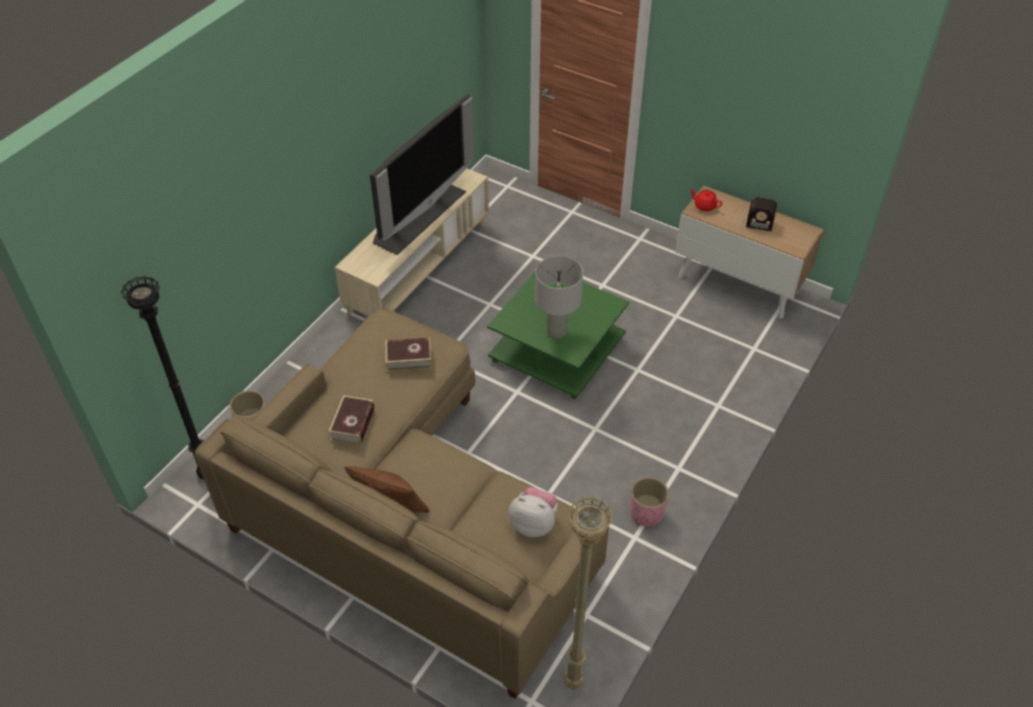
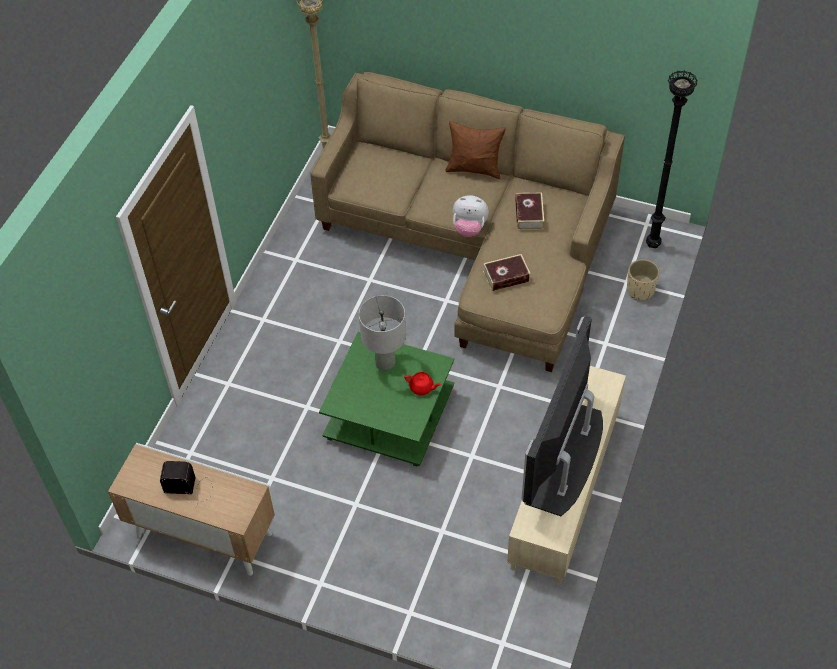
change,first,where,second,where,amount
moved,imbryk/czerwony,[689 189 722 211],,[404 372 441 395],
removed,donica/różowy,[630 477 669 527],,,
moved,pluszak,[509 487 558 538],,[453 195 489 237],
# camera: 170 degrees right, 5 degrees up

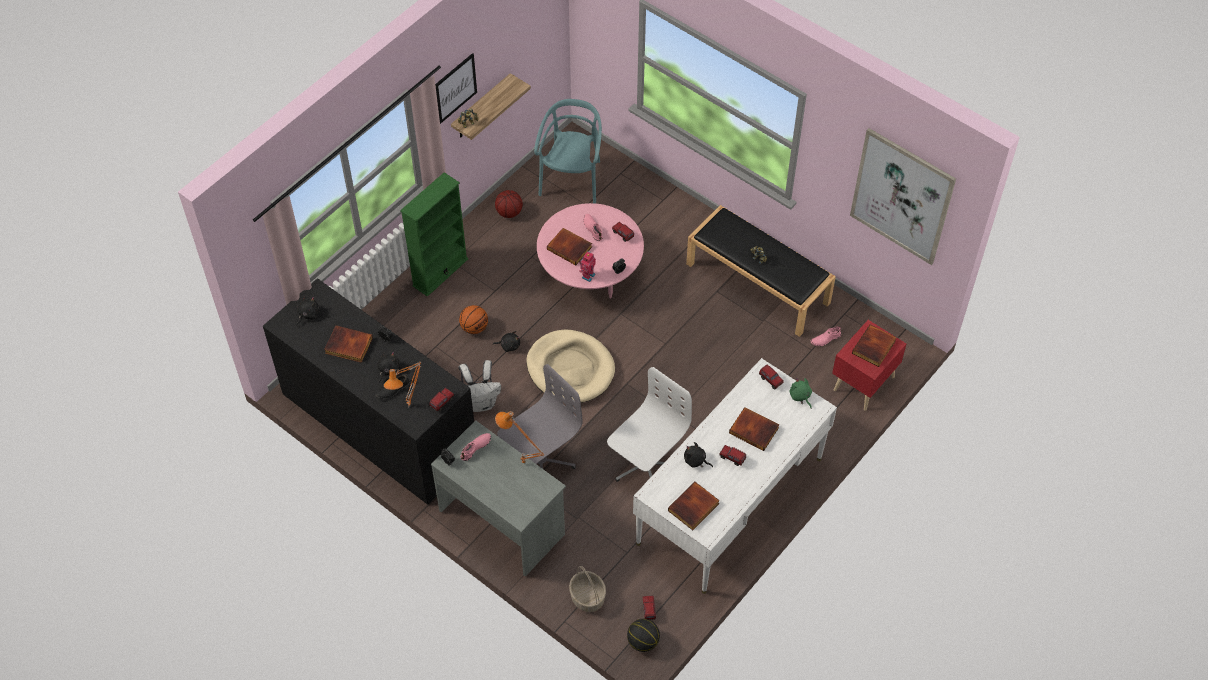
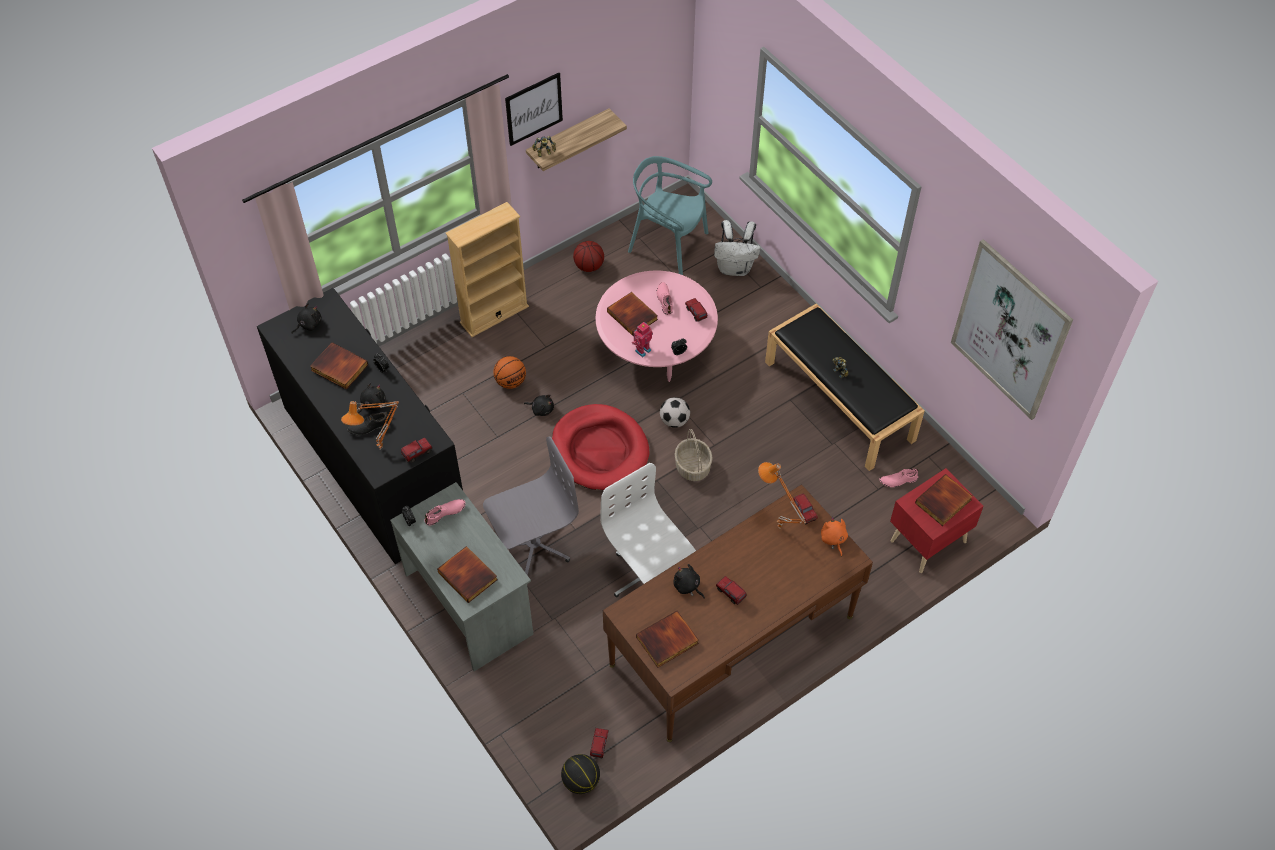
change,first,where,second,where,amount
turned,krzesło/turkusowy,[534 99 602 204],,[628 156 712 275],90 degrees counterclockwise
recoloured,regał/zielony,[400 172 468 297],regał/beżowy,[446 202 529 337],
recoloured,legowisko/beżowy,[526 329 615 403],legowisko/czerwony,[552 404 649 490],
recoloured,biurko/biały,[633 358 837 594],biurko/brązowy,[603 484 873 742],
moved,plecak/biały,[459 360 501 412],,[714 220 761 276],
turned,krzesło biurowe/biały,[607 367 692 482],,[601 463 696 597],90 degrees counterclockwise
recoloured,pluszak/zielony,[790 378 812 408],pluszak/pomarańczowy,[821 517 848 557],
moved,książka,[729 407 779 451],,[437 546 498 603],
moved,lampa stołowa/pomarańczowy,[495 411 545 464],,[758 462 806 528],
moved,koszyk,[569 566 606 612],,[675 429 712 481],
added,,,piłka futbolowa,[660 397 690 428],
# camera: 15 degrees right, 0 degrees up

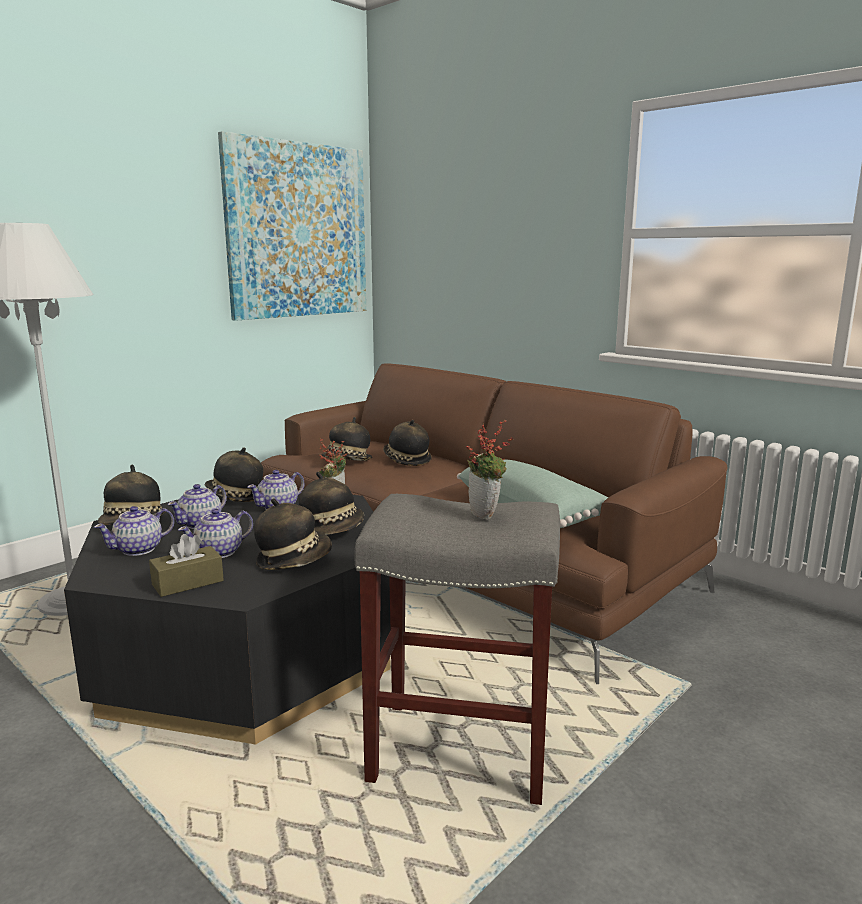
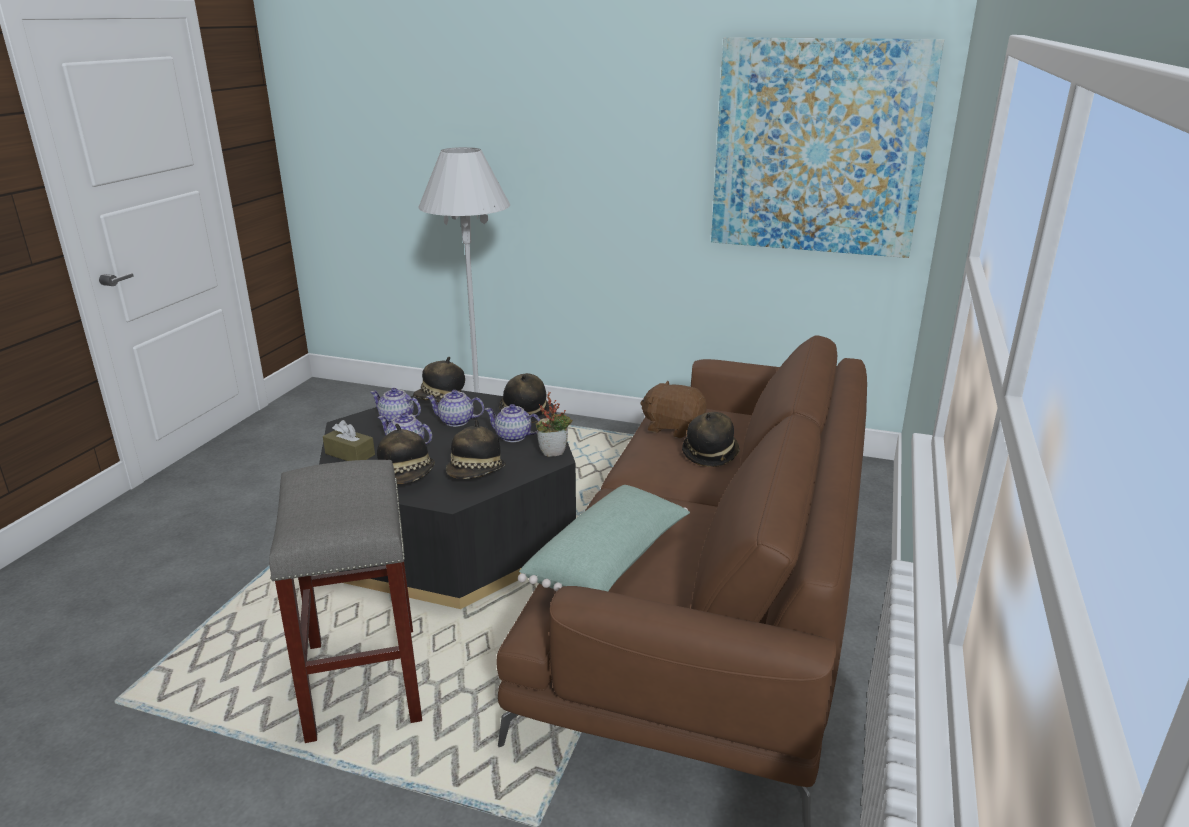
change,first,where,second,where,amount
replaced,kapelusz,[322 417 372 461],pluszak/brązowy,[640 381 707 439],
removed,roślina doniczkowa,[466 420 513 519],,,
# camera: 65 degrees right, 10 degrees up

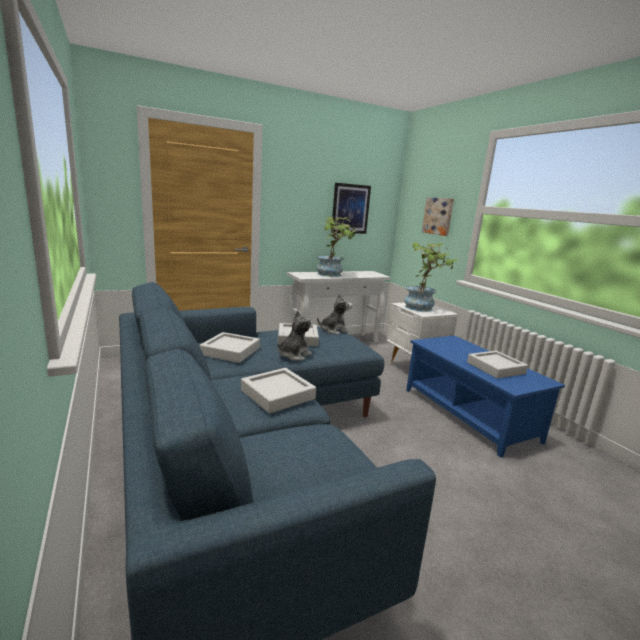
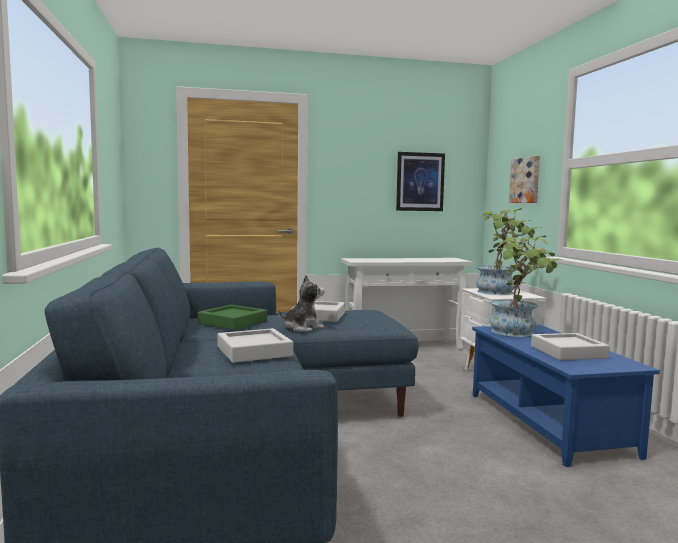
change,first,where,second,where,amount
moved,roślina doniczkowa,[316 217 359 277],,[489 236 563 337],
removed,pluszak,[317 293 352 334],,,
recoloured,taca/szary,[199 332 260 363],taca/zielony,[198 305 267 330],
# camera: 15 degrees right, 10 degrees down

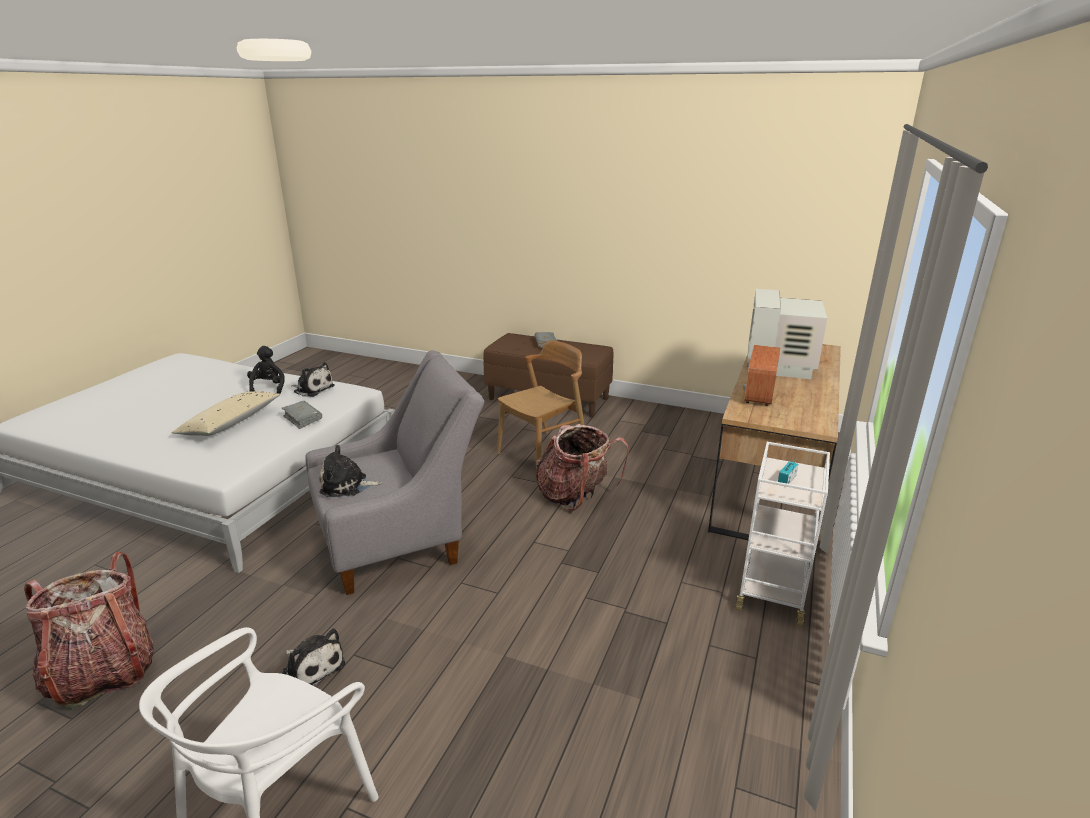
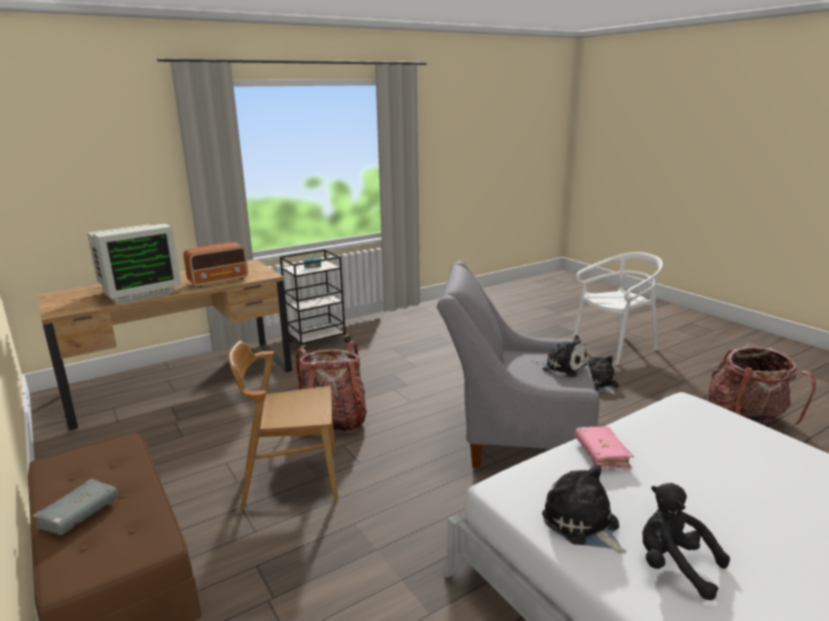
change,first,where,second,where,amount
turned,pluszak/czarny,[247 346 285 394],,[642 483 730 600],105 degrees clockwise
removed,poduszka/beżowy,[172 391 281 436],,,
recoloured,książka/szary,[281 401 322 429],książka/różowy,[574 426 634 469],
recoloured,wózek/biały,[736 442 830 627],wózek/czarny,[280 249 353 352],
# camera: 145 degrees left, 5 degrees down

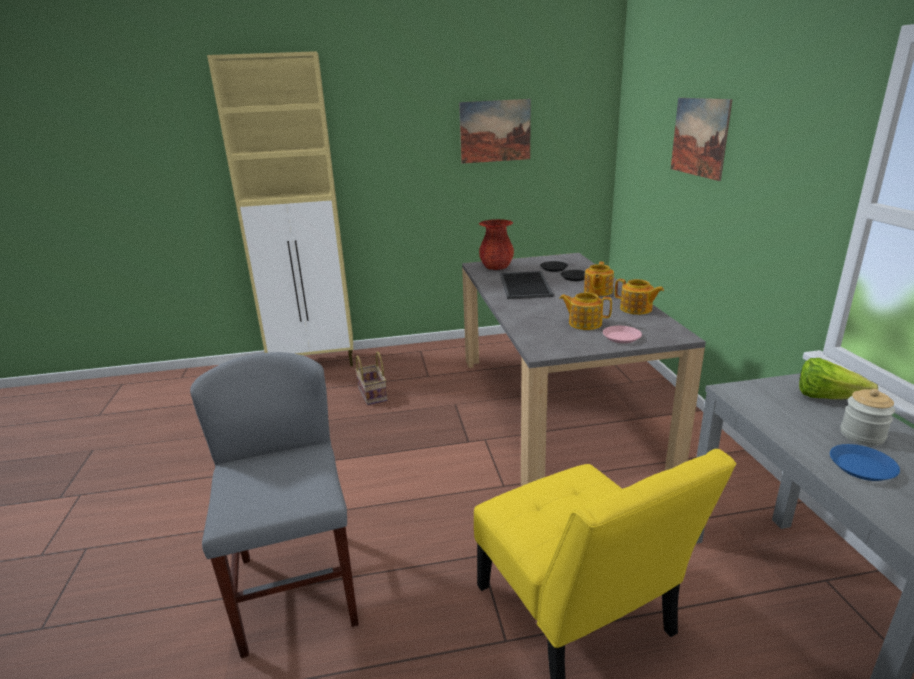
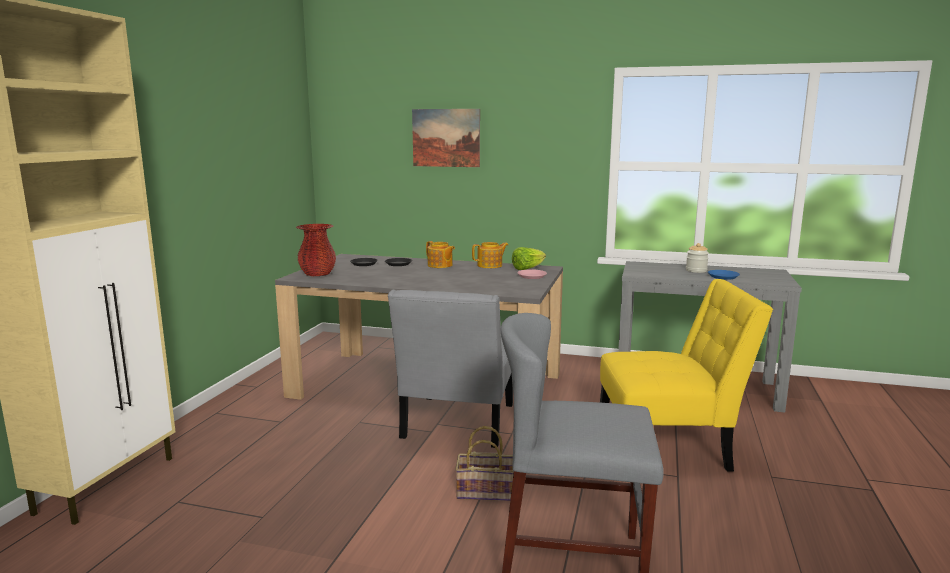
change,first,where,second,where,amount
removed,obraz,[459 99 531 164],,,
removed,taca,[500 271 554 299],,,
removed,imbryk,[559 293 612 330],,,
moved,koszyk,[355 352 388 405],,[455 426 514 501],
moved,sałata,[799 358 878 399],,[512 247 546 270],
added,,,krzesło/szary,[388 290 513 448],
# camera: 65 degrees left, 10 degrees down

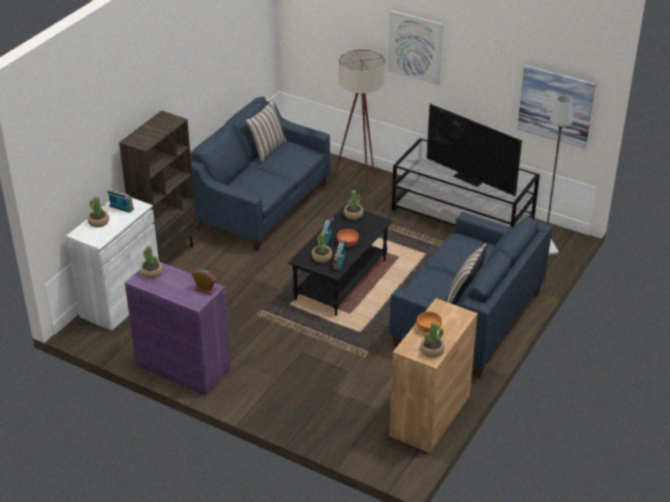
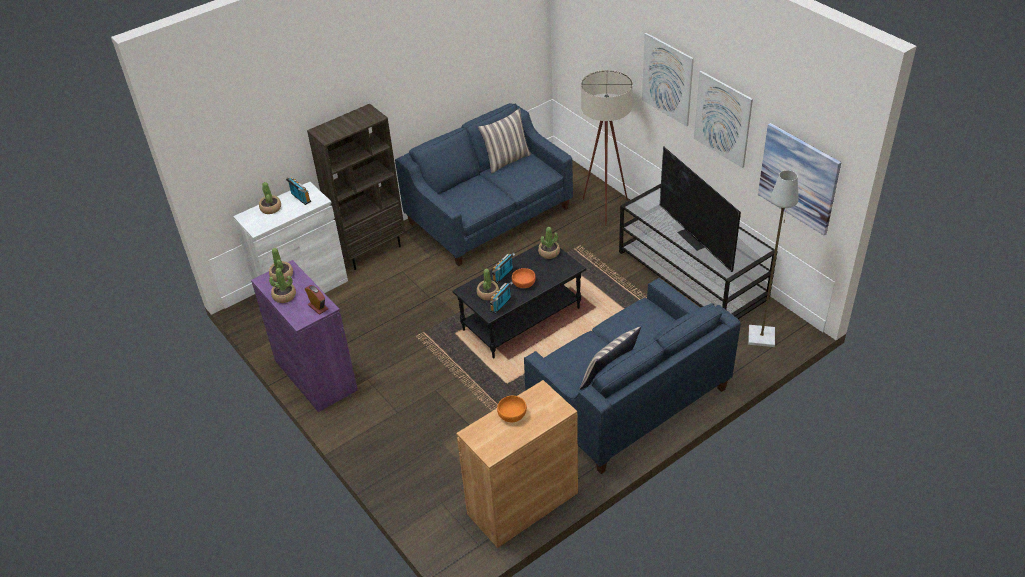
change,first,where,second,where,amount
moved,roślina doniczkowa,[420 322 445 358],,[269 268 296 303],
added,,,obraz,[694 71 753 168],
# camera: 25 degrees right, 5 degrees up

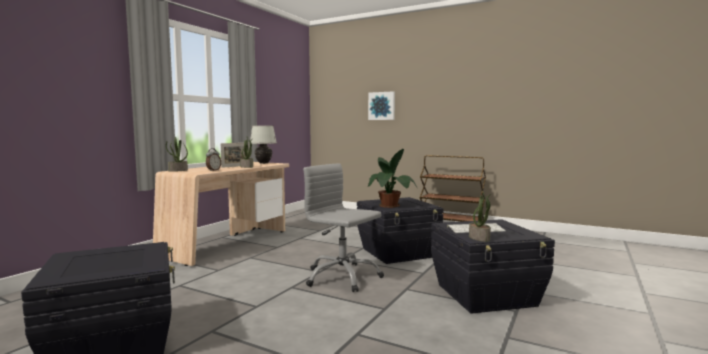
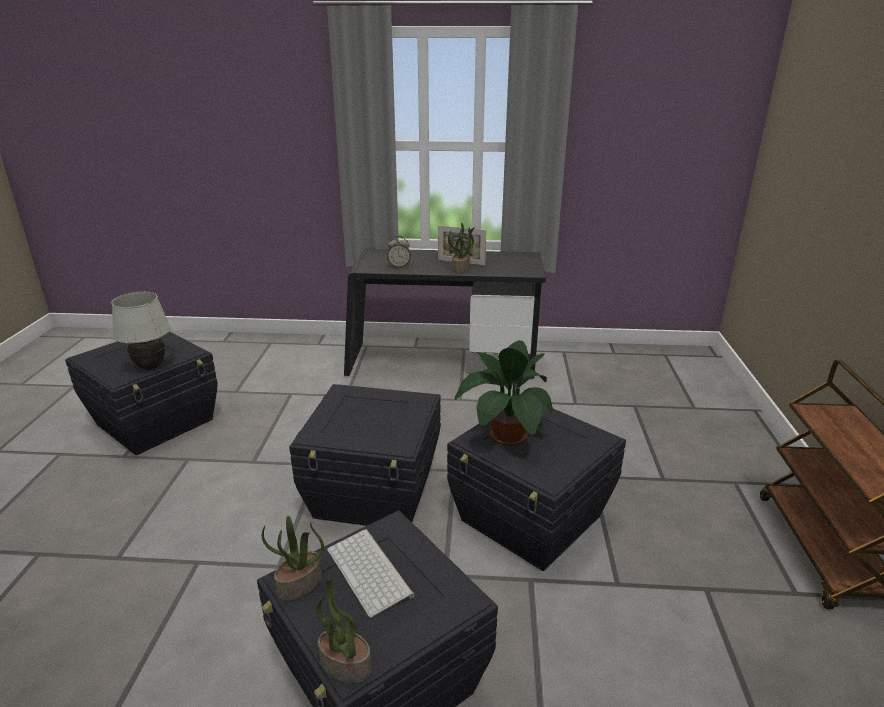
change,first,where,second,where,amount
removed,obraz,[368 91 395 120],,,
moved,lampa stołowa/biały,[250 126 277 164],,[111 292 171 370],
moved,roślina doniczkowa,[166 137 188 172],,[316 579 372 683],
recoloured,biurko/beżowy,[153 162 289 266],biurko/czarny,[344 249 546 379],
replaced,krzesło biurowe/szary,[303 163 384 292],pojemnik do przechowywania/czarny,[289 384 441 526],
# camera: 65 degrees right, 20 degrees up

